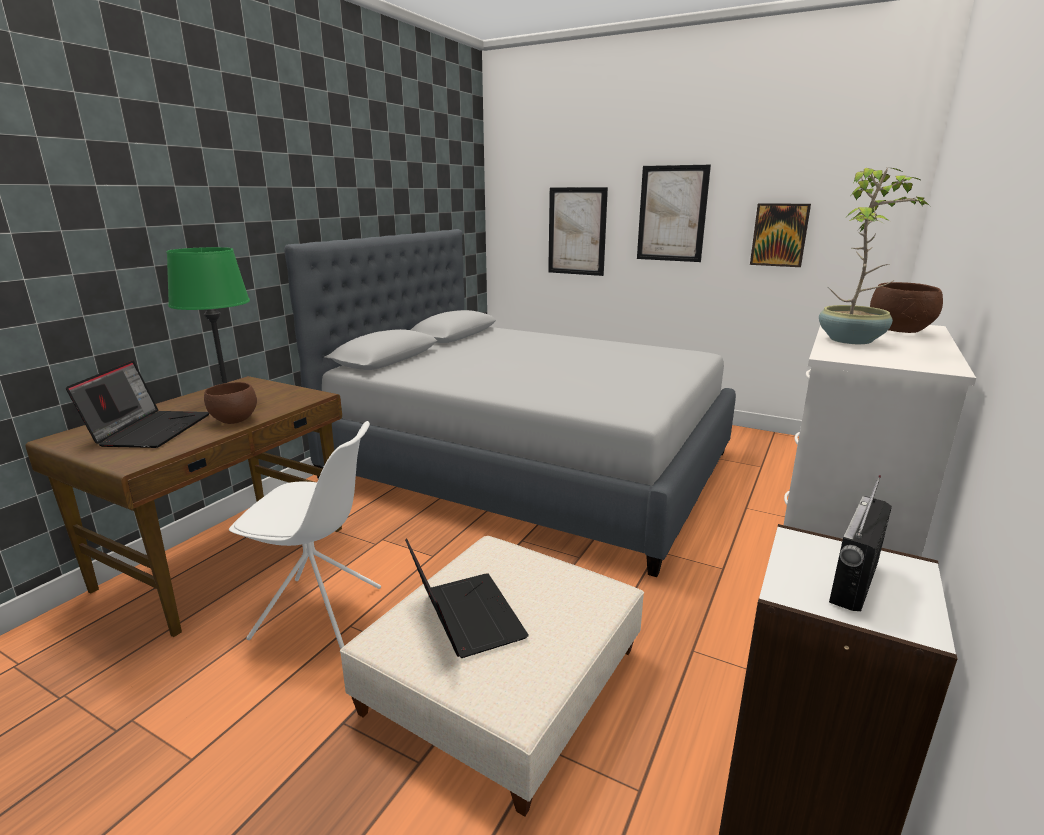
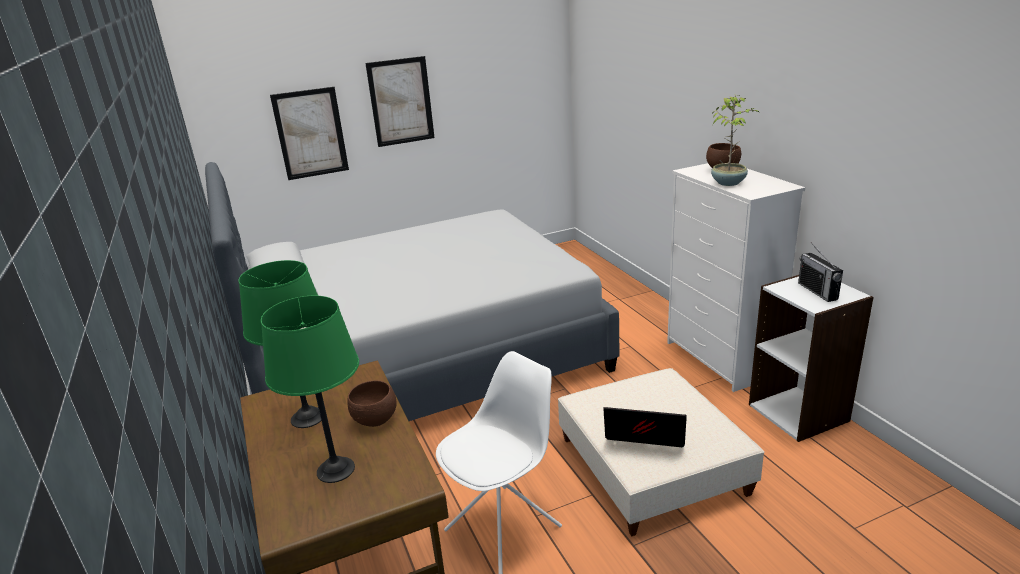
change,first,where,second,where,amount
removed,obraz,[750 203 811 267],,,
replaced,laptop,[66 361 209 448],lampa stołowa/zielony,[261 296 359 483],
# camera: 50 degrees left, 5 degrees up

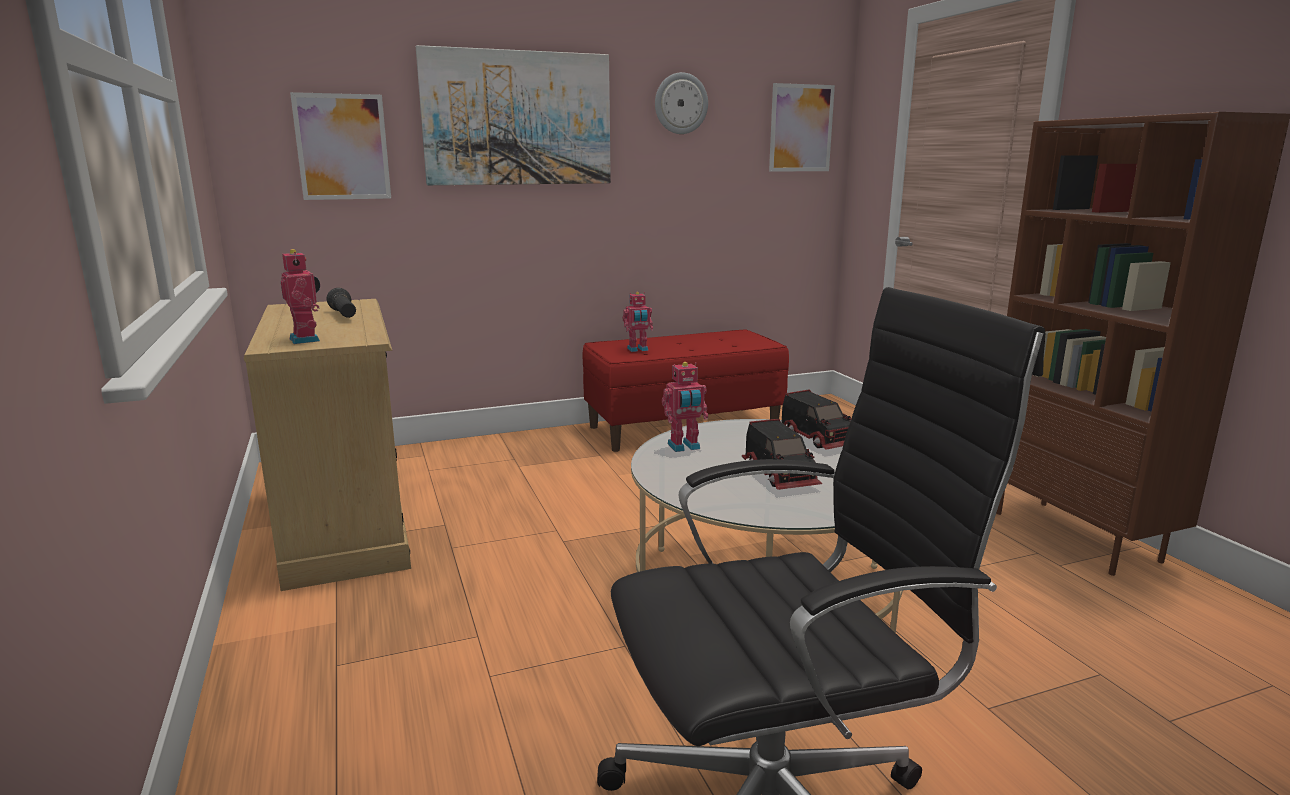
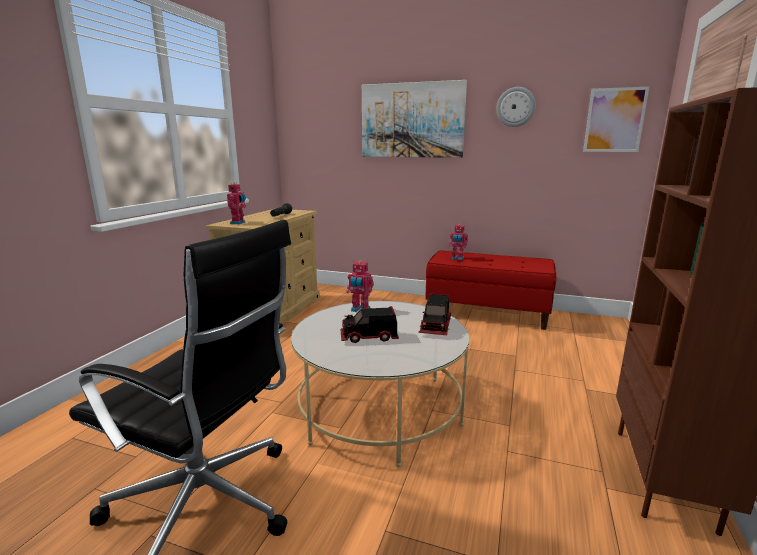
change,first,where,second,where,amount
removed,obraz,[290 92 391 200],,,
turned,ciężarówka zabawkowa,[742 419 822 490],,[340 306 399 343],60 degrees clockwise
# camera: 40 degrees right, 0 degrees up

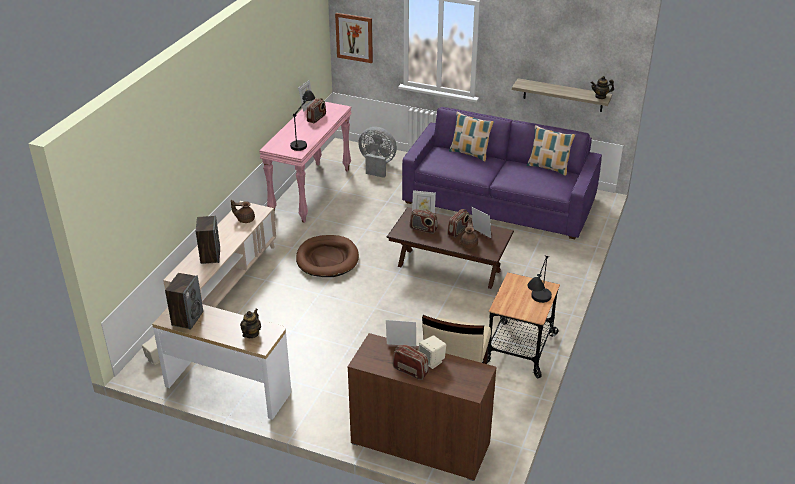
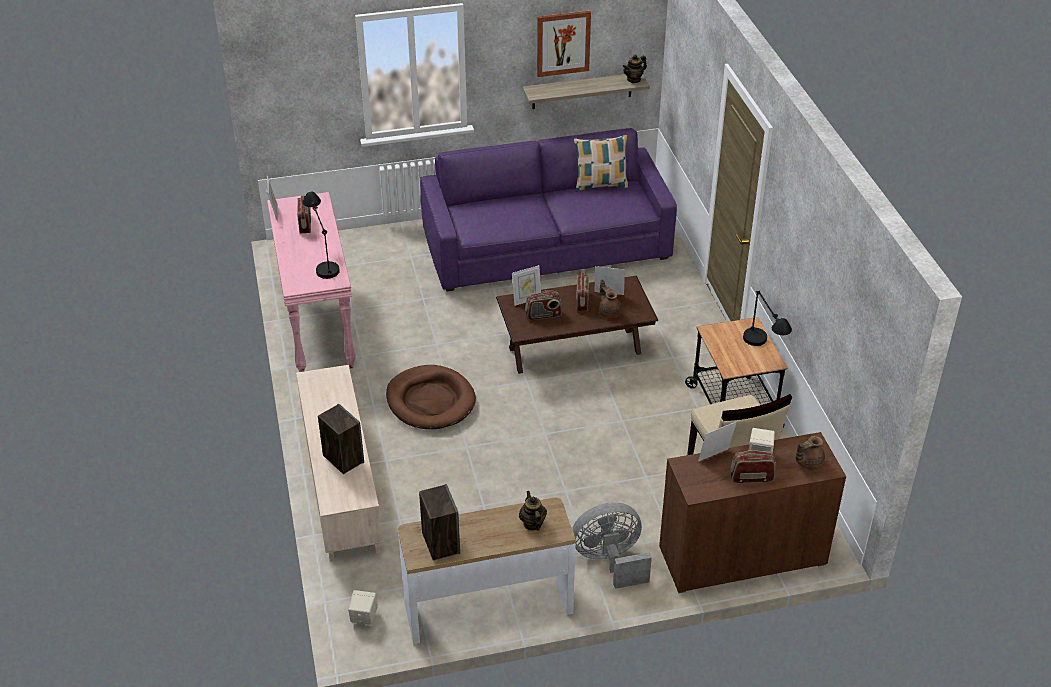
change,first,where,second,where,amount
moved,obraz,[335 13 373 63],,[537 11 591 77],
removed,poduszka,[449 112 494 161],,,
moved,wentylator/szary,[358 127 397 178],,[572 502 652 589],
moved,imbryk/brązowy,[231 200 255 223],,[796 436 825 470],
# camera: 35 degrees left, 5 degrees up

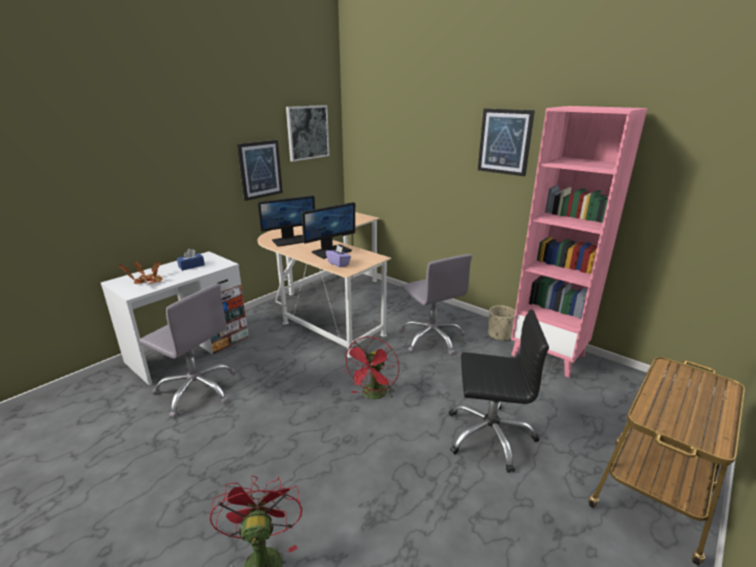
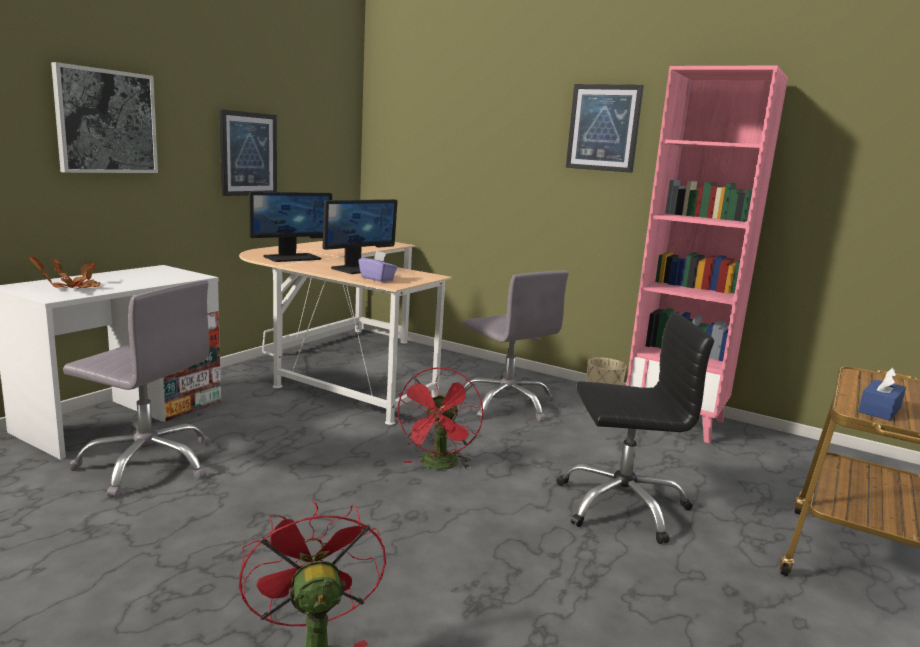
change,first,where,second,where,amount
moved,obraz,[286 105 329 162],,[51 62 158 173],
moved,pudełko chusteczek/niebieski,[177 248 205 270],,[858 368 906 421],
# camera: 10 degrees left, 10 degrees down

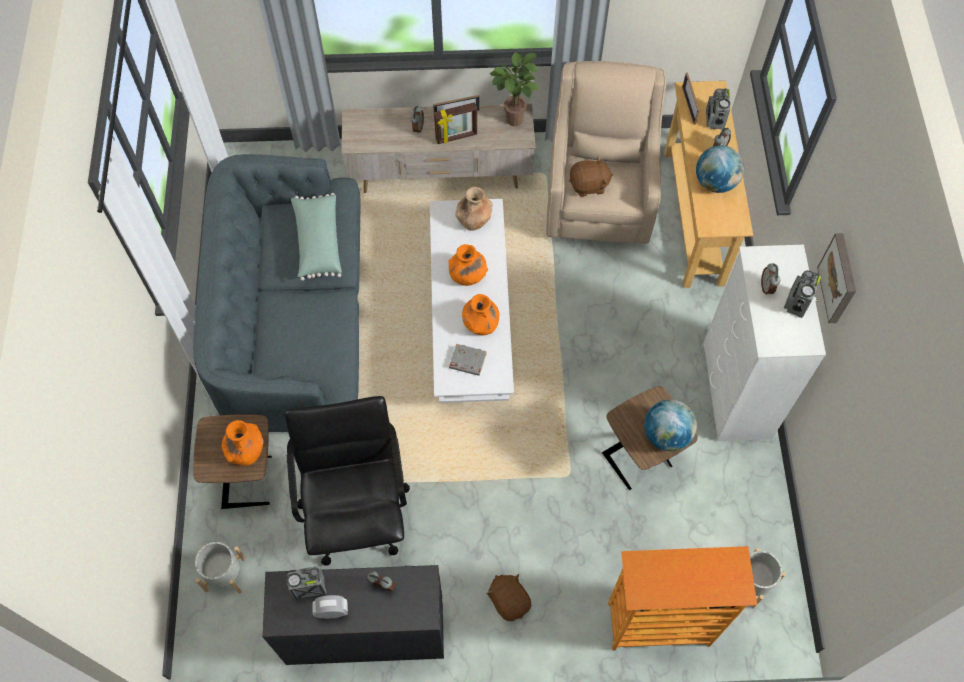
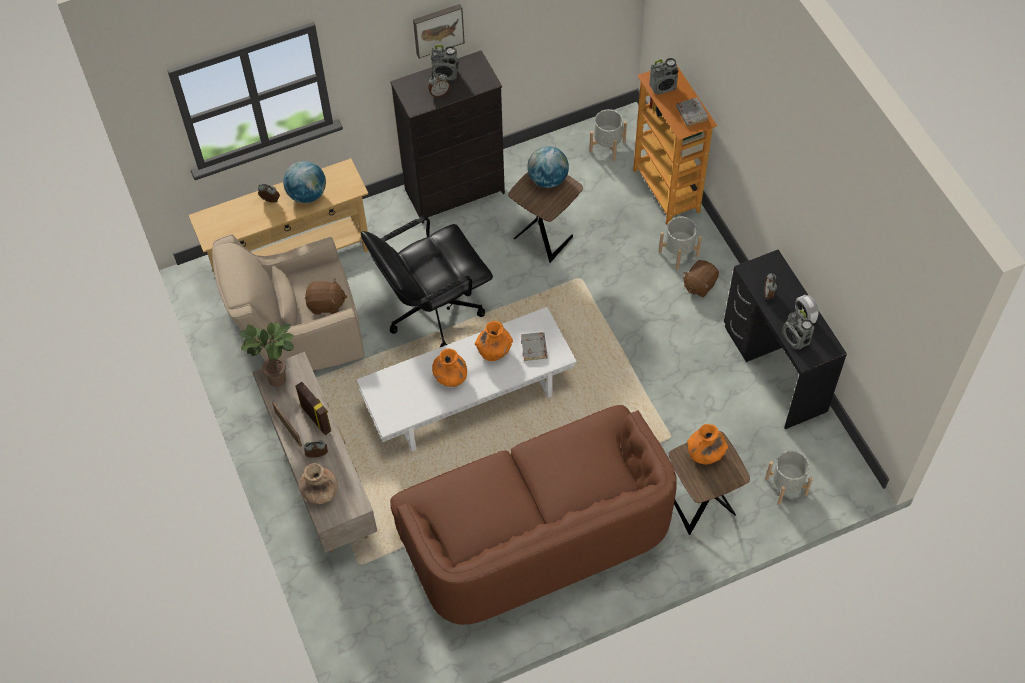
change,first,where,second,where,amount
removed,ramka na zdjęcie,[682 73 700 125],,,
moved,radio,[706 88 730 130],,[649 58 679 95],
recoloured,kanapa/szary,[193 154 361 432],kanapa/brązowy,[390 405 677 625],
turned,pluszak/brązowy,[569 156 613 197],,[305 278 347 315],120 degrees clockwise
moved,wazon/brązowy,[455 187 493 231],,[298 463 338 504],
removed,poduszka/zielony,[291 193 342 281],,,
recoloured,komoda/biały,[702 245 826 441],komoda/czarny,[390 50 505 224],
moved,krzesło biurowe/czarny,[285 396 410 566],,[361 216 493 347],
added,,,książka/szary,[676 97 709 126],
added,,,donica/szary,[659 216 702 270],
# camera: 110 degrees left, 5 degrees down

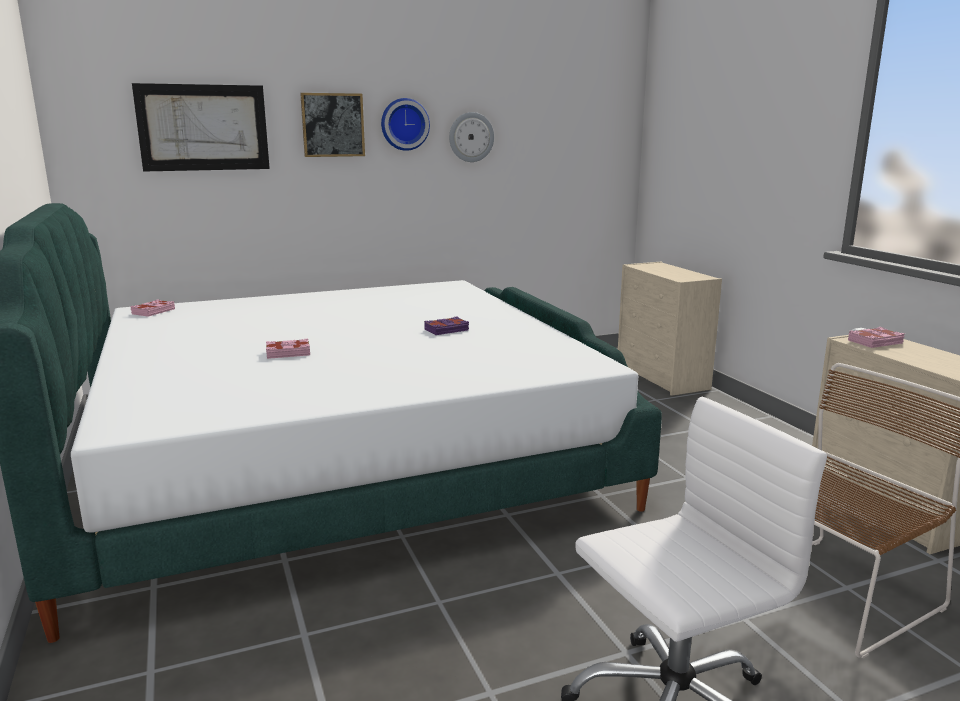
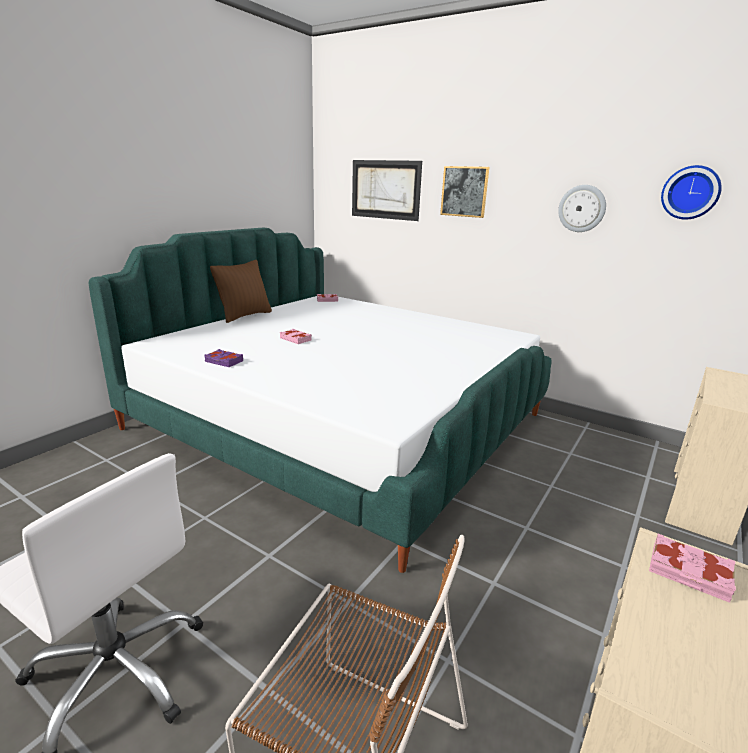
change,first,where,second,where,amount
moved,zegar ścienny,[381 98 430 151],,[661 165 722 220],
moved,książka/fioletowy,[424 316 469 335],,[204 349 243 367],
added,,,poduszka/brązowy,[210 260 272 323],
# camera: 55 degrees right, 5 degrees up

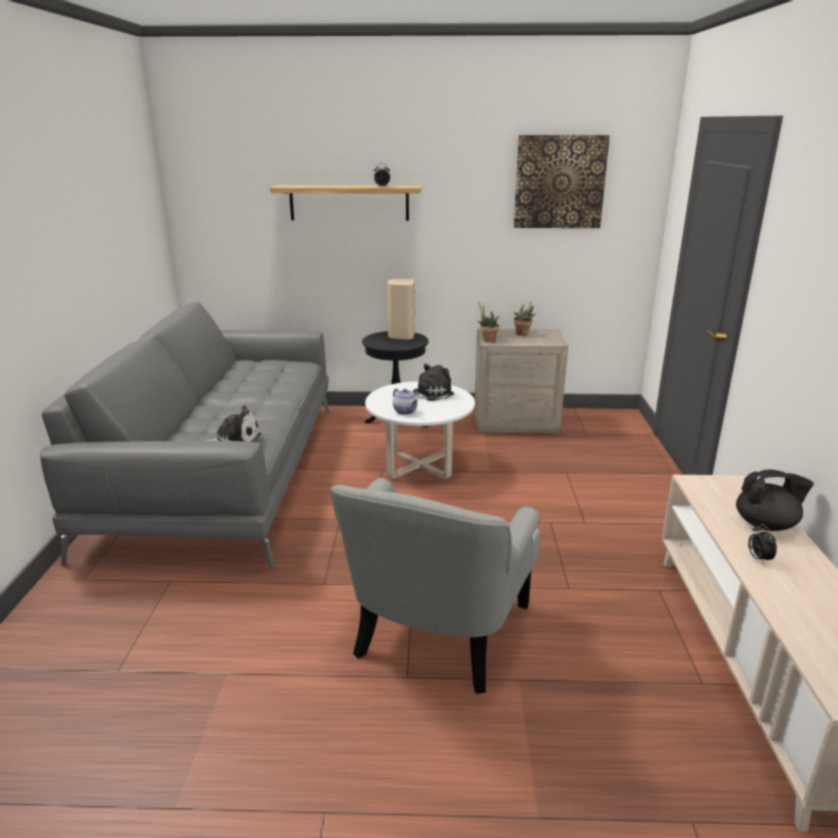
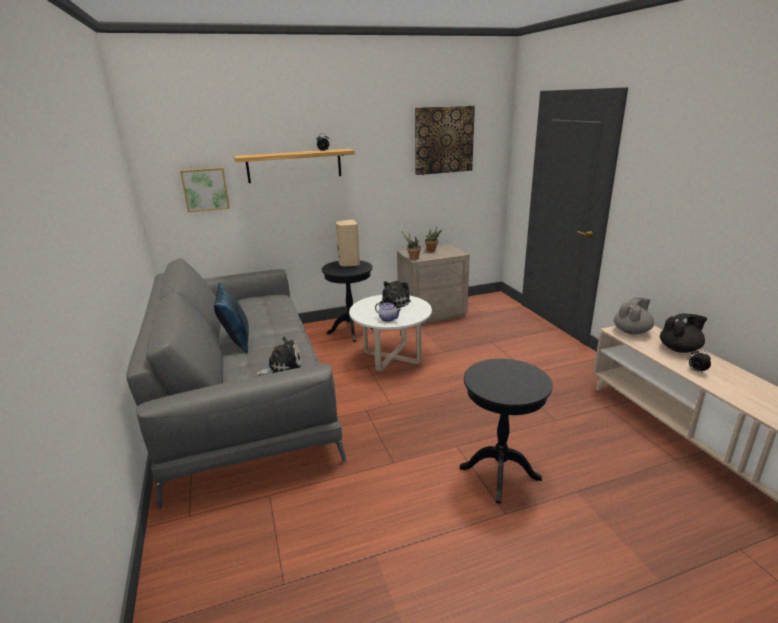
change,first,where,second,where,amount
replaced,fotel/szary,[330 478 541 694],stolik/czarny,[459 359 553 504],
added,,,obraz,[180 168 230 212],
added,,,poduszka/niebieski,[214 283 249 354],
added,,,imbryk/szary,[614 298 654 335],
# camera: 20 degrees left, 0 degrees up

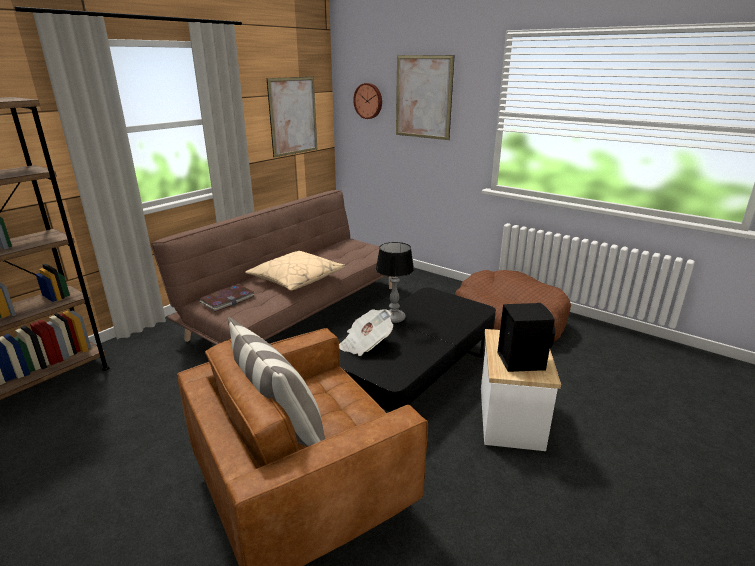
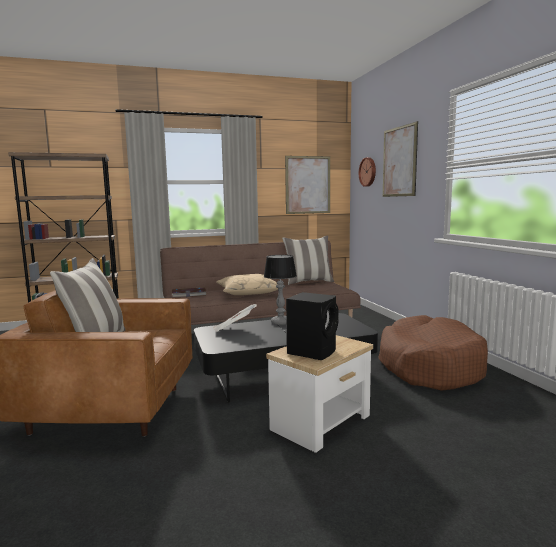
change,first,where,second,where,amount
added,,,poduszka,[282 235 334 285],
# camera: 35 degrees right, 15 degrees down

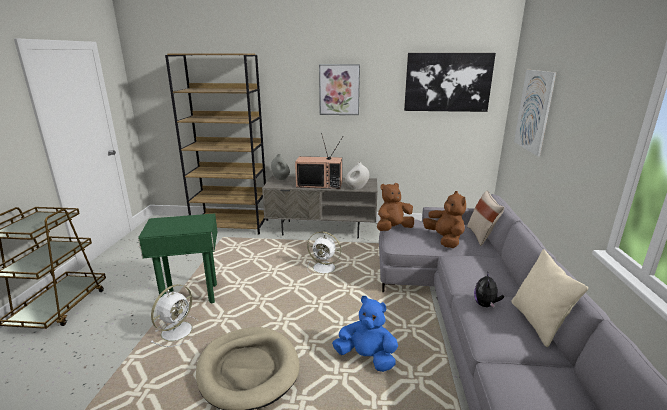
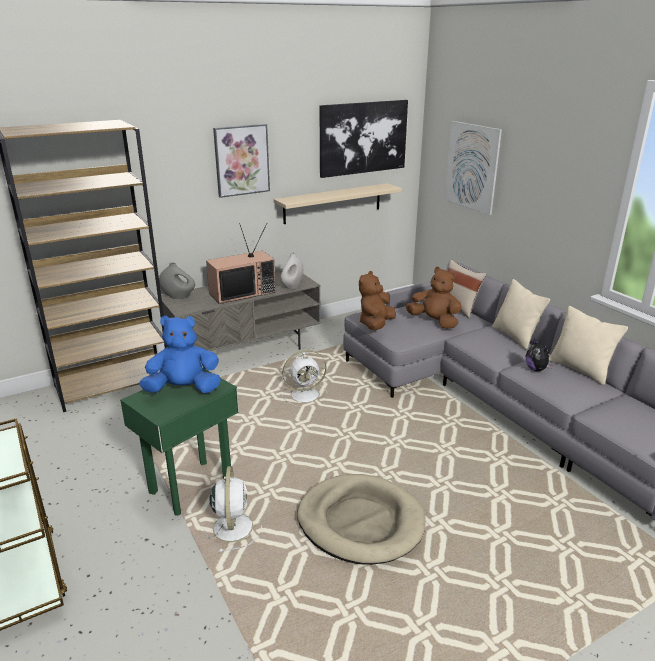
change,first,where,second,where,amount
moved,pluszak/niebieski,[332 296 398 372],,[139 316 221 393],
added,,,półka/beżowy,[274 183 402 224],
added,,,poduszka/beżowy,[492 279 550 350],
# camera: 35 degrees left, 5 degrees up

